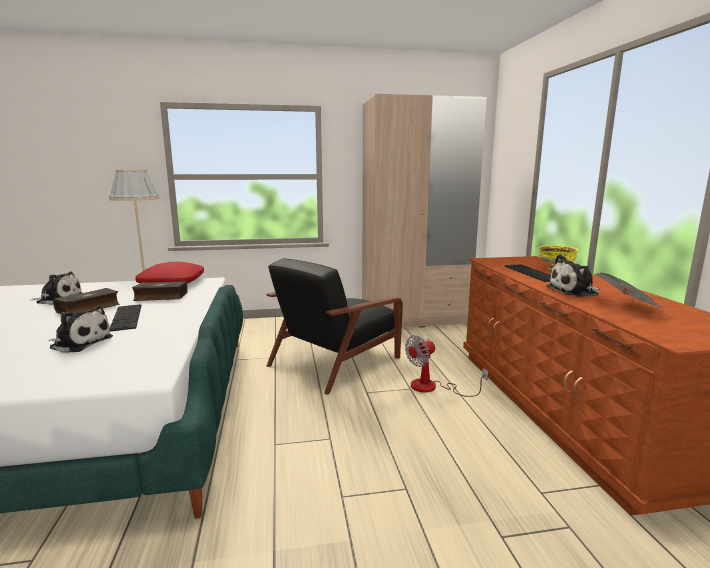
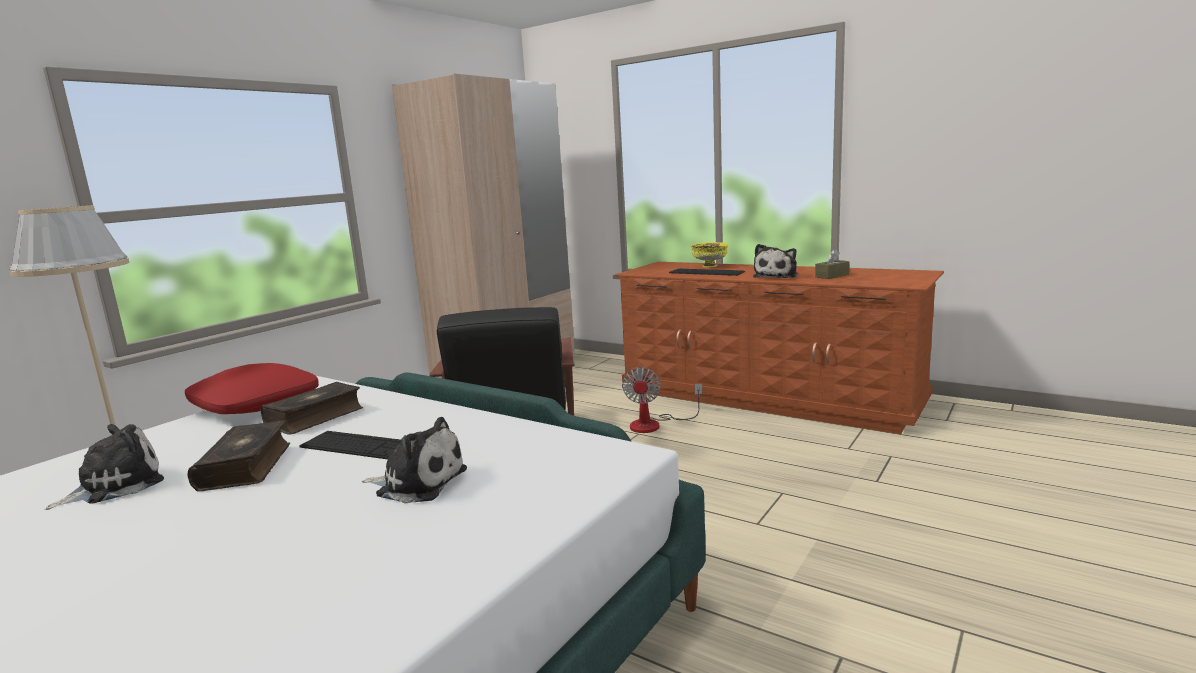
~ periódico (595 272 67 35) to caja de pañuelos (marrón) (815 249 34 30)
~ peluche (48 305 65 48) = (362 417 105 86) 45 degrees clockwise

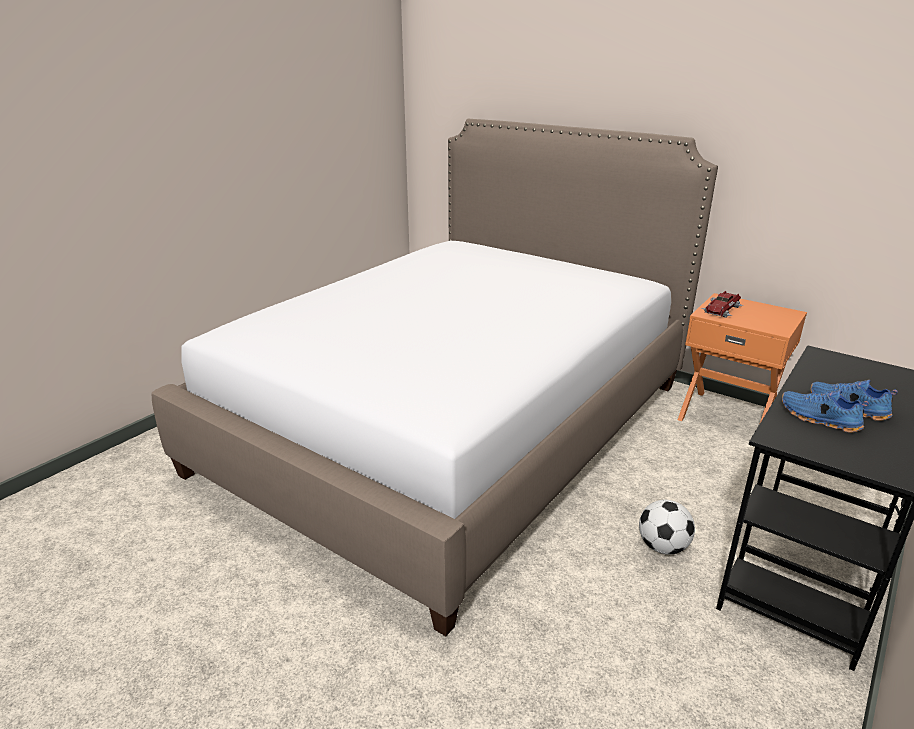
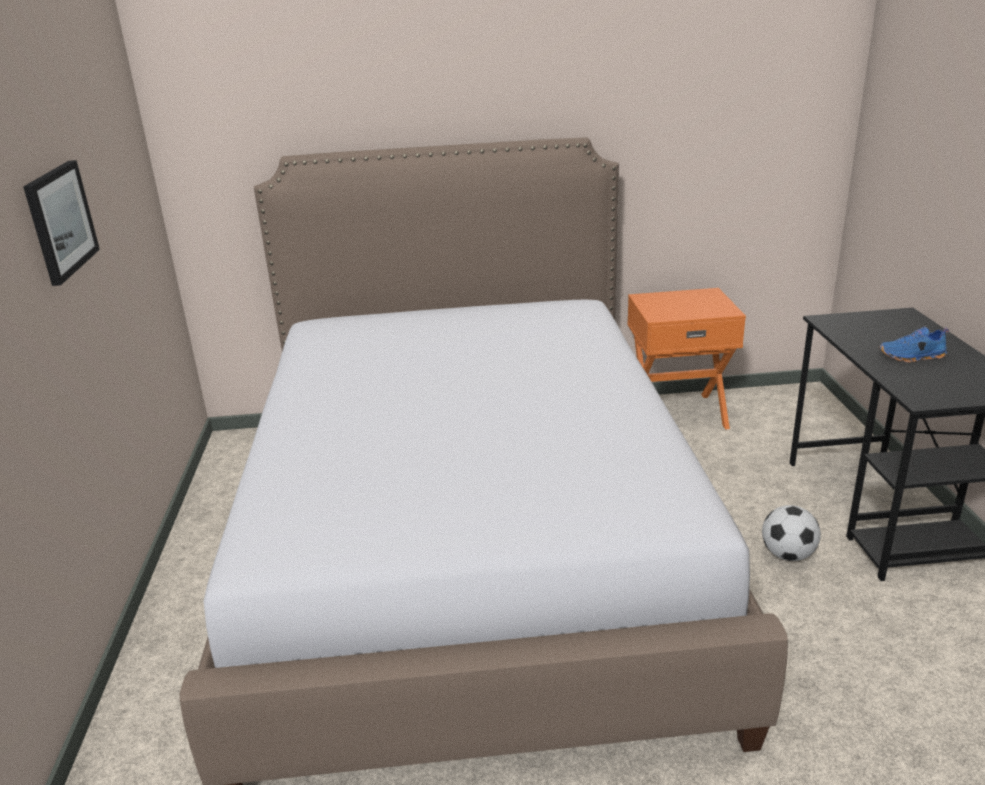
- coche de juguete (702 291 41 27)
- zapato (azul) (782 390 87 42)
+ cuadro (23 160 77 126)

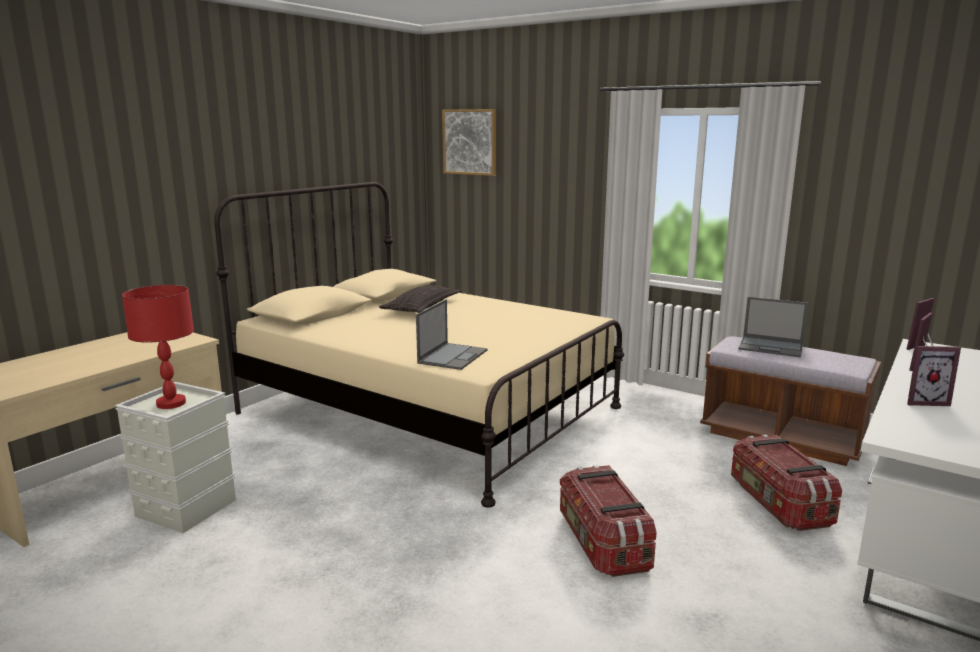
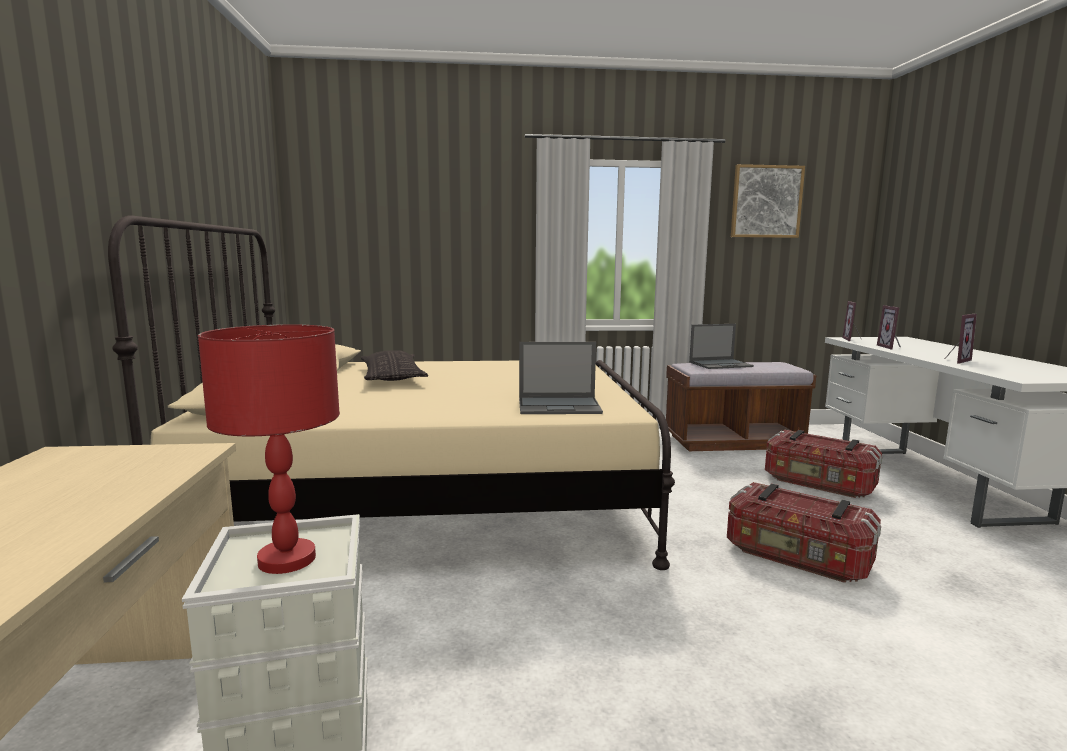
~ cuadro (442 109 54 67) to (731 164 74 74)
~ portátil (416 299 72 71) = (519 342 84 72) 105 degrees clockwise

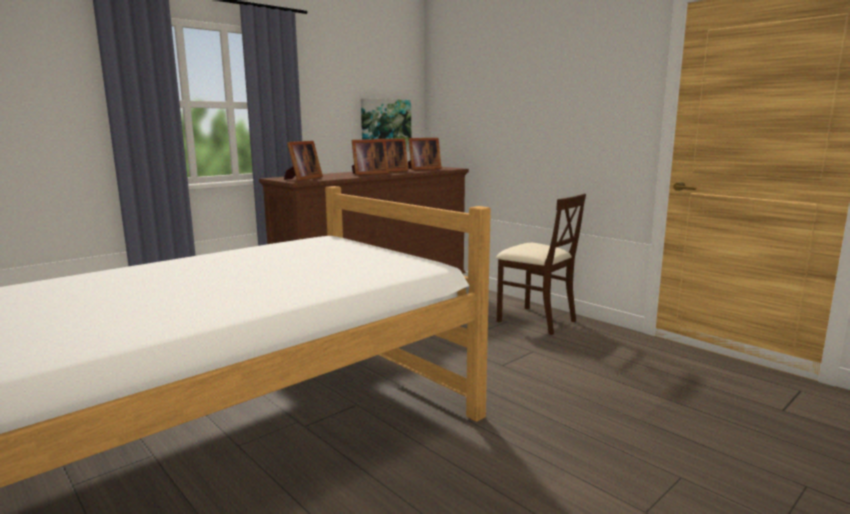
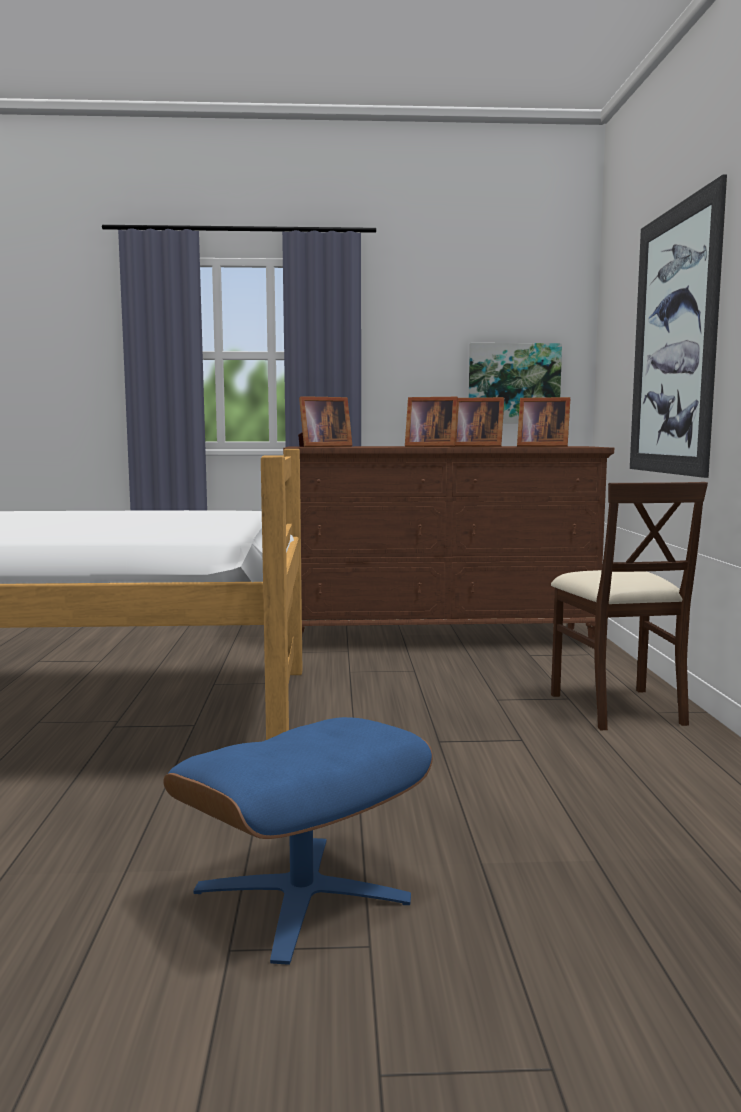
+ puf (azul) (163 717 270 248)
+ cuadro (630 174 97 304)

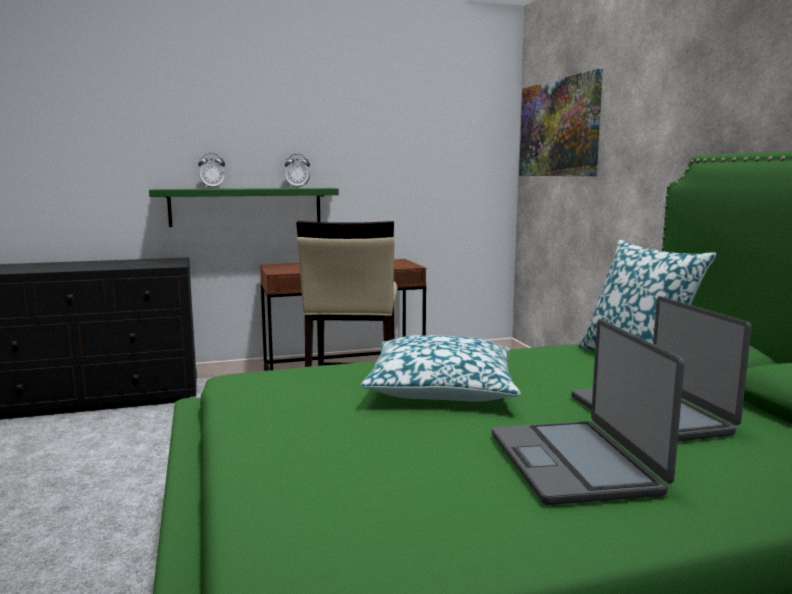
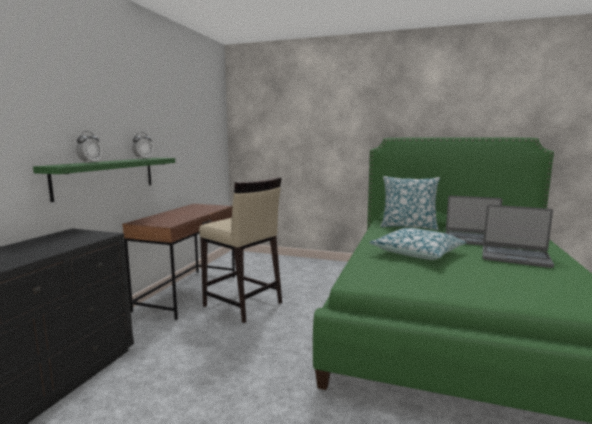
- cuadro (519 69 84 107)

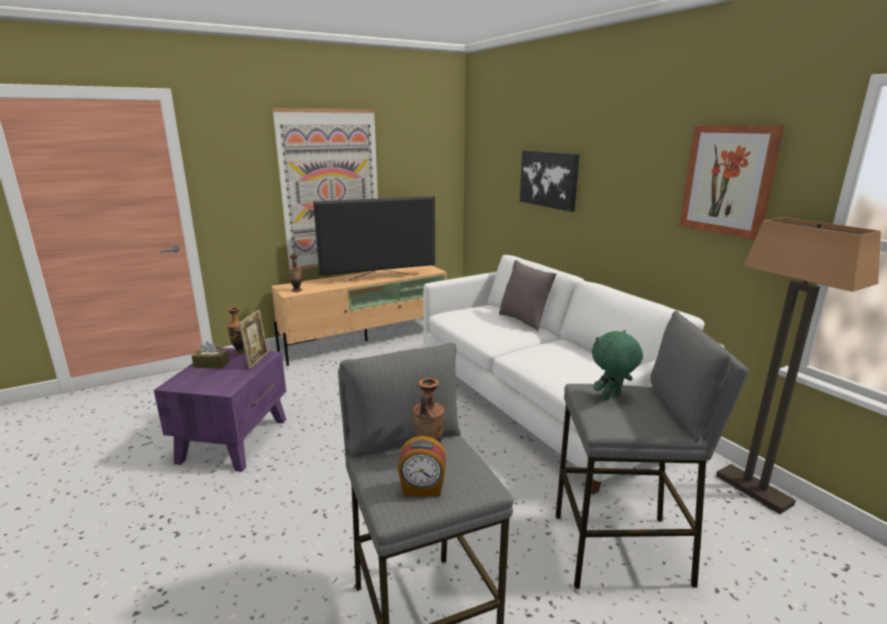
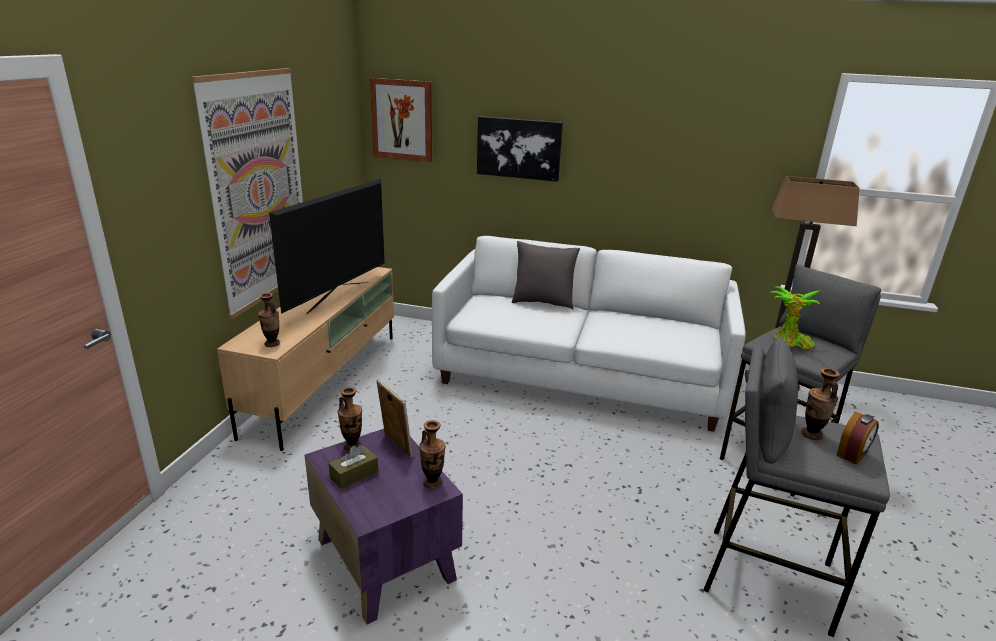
+ florero (419 420 27 69)
~ cuadro (679 125 105 115) to (370 78 62 84)
~ peluche (verde) (592 330 51 70) to planta en maceta (770 286 51 64)

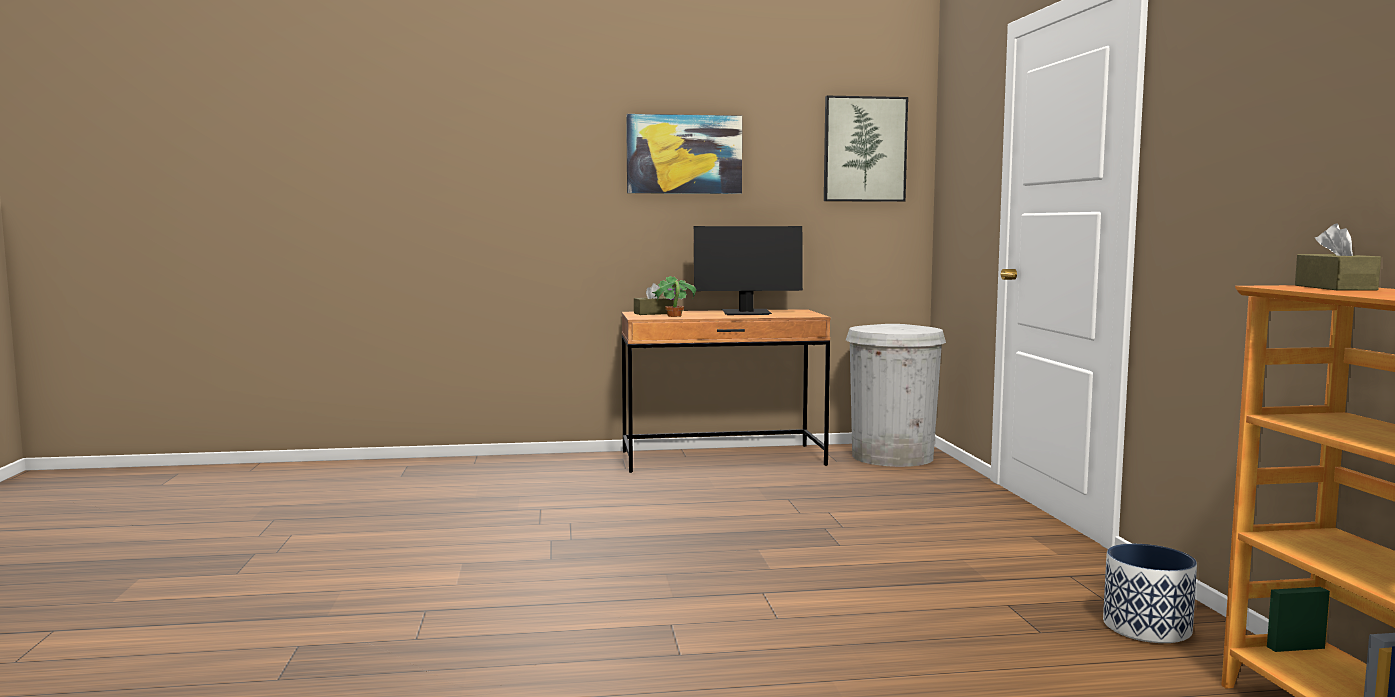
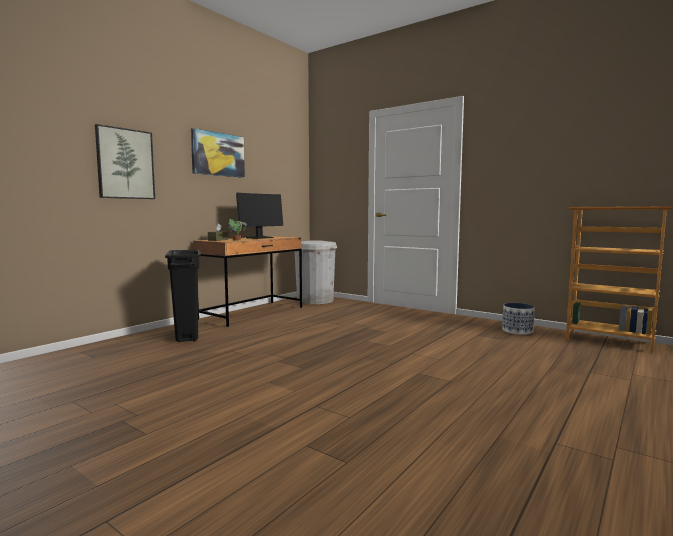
- caja de pañuelos (marrón) (1295 223 86 68)
+ papelera (negro) (165 250 36 92)
~ cuadro (824 96 84 106) to (95 124 60 75)

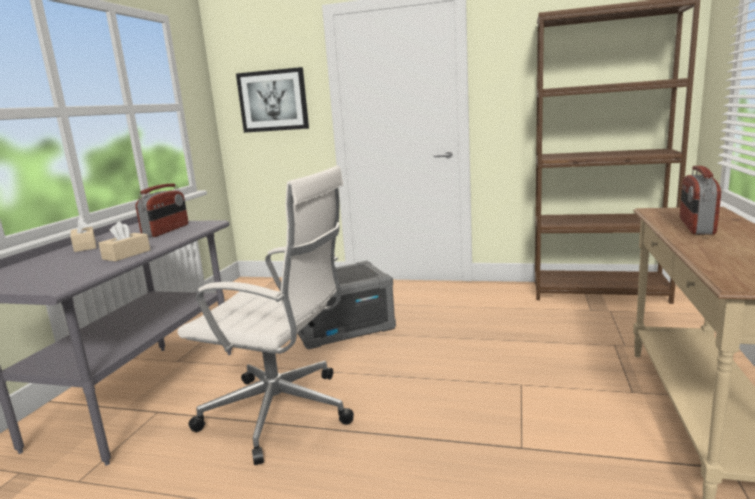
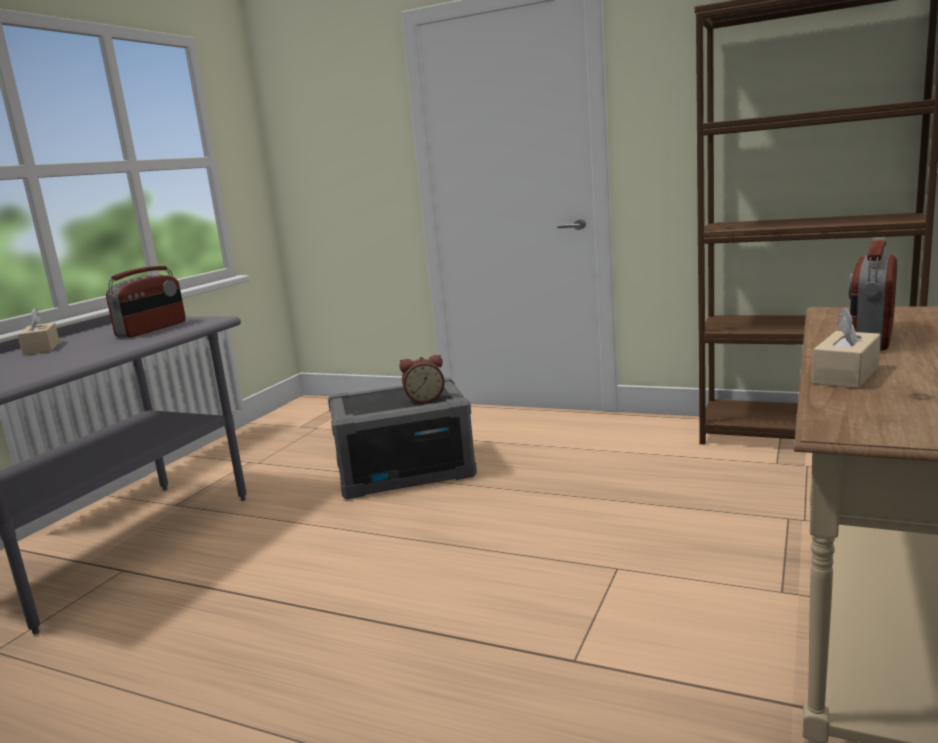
- silla de oficina (blanco) (177 166 177 299)
- cuadro (236 67 73 66)
+ despertador (400 355 45 49)
~ caja de pañuelos (beis) (99 221 51 40) to (812 307 69 82)

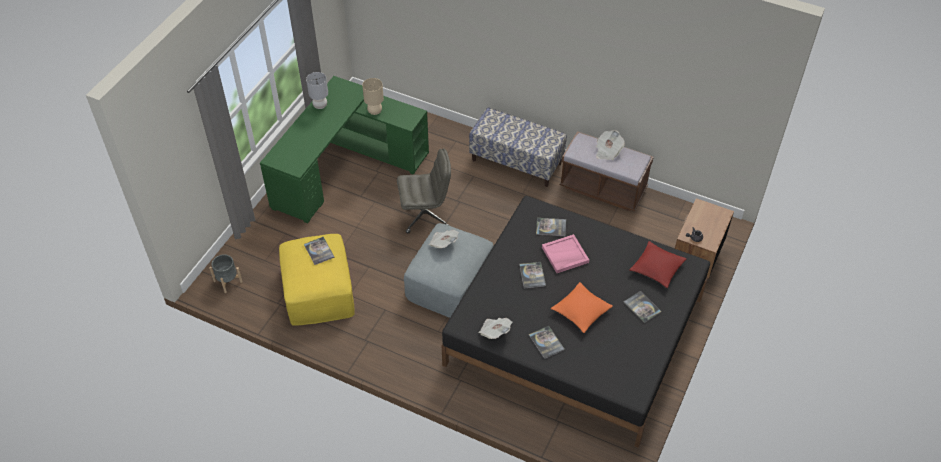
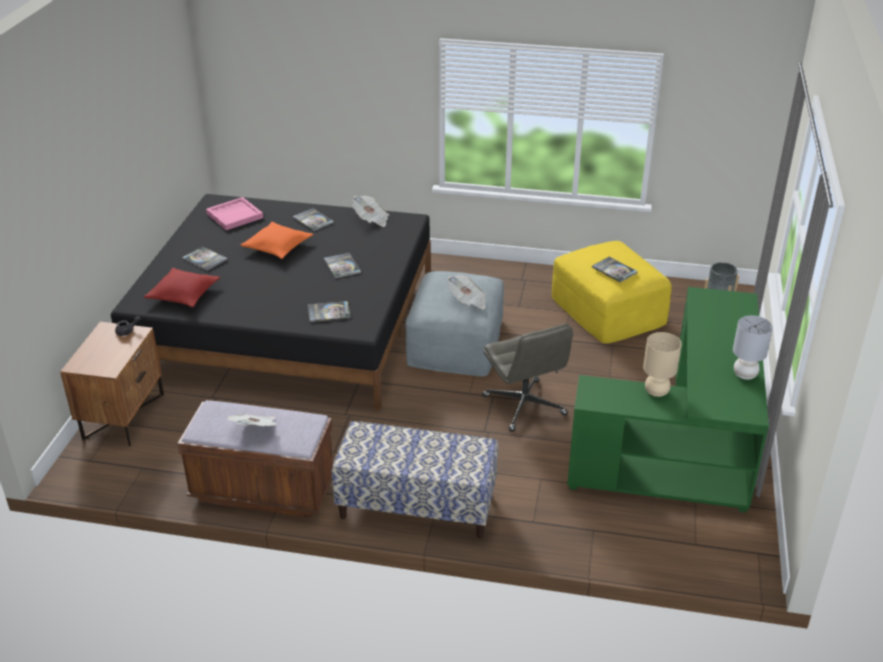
~ bandeja (rosa) (542 234 47 39) to (206 197 57 33)
~ silla de oficina (gris) (397 148 54 86) = (482 323 91 109) 90 degrees counterclockwise

